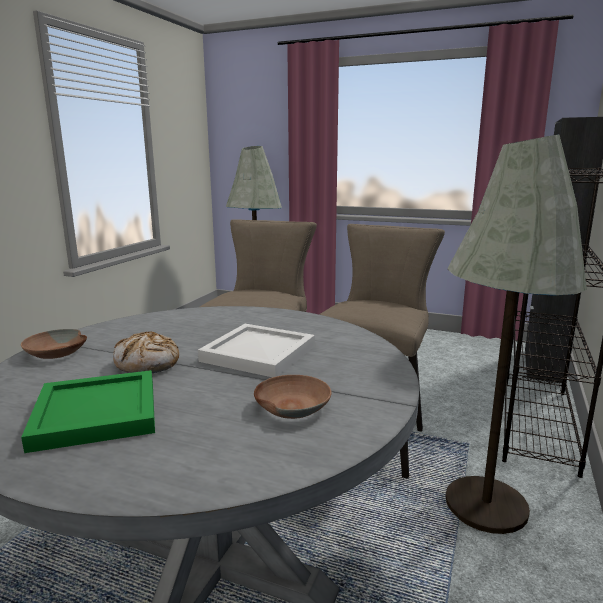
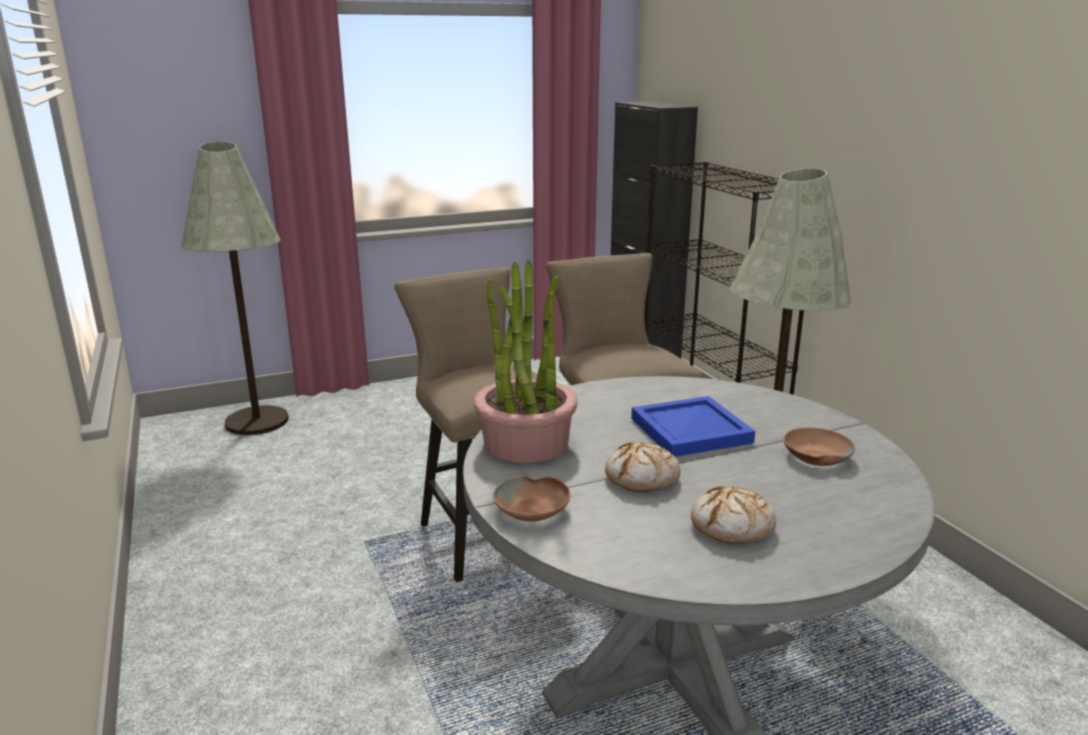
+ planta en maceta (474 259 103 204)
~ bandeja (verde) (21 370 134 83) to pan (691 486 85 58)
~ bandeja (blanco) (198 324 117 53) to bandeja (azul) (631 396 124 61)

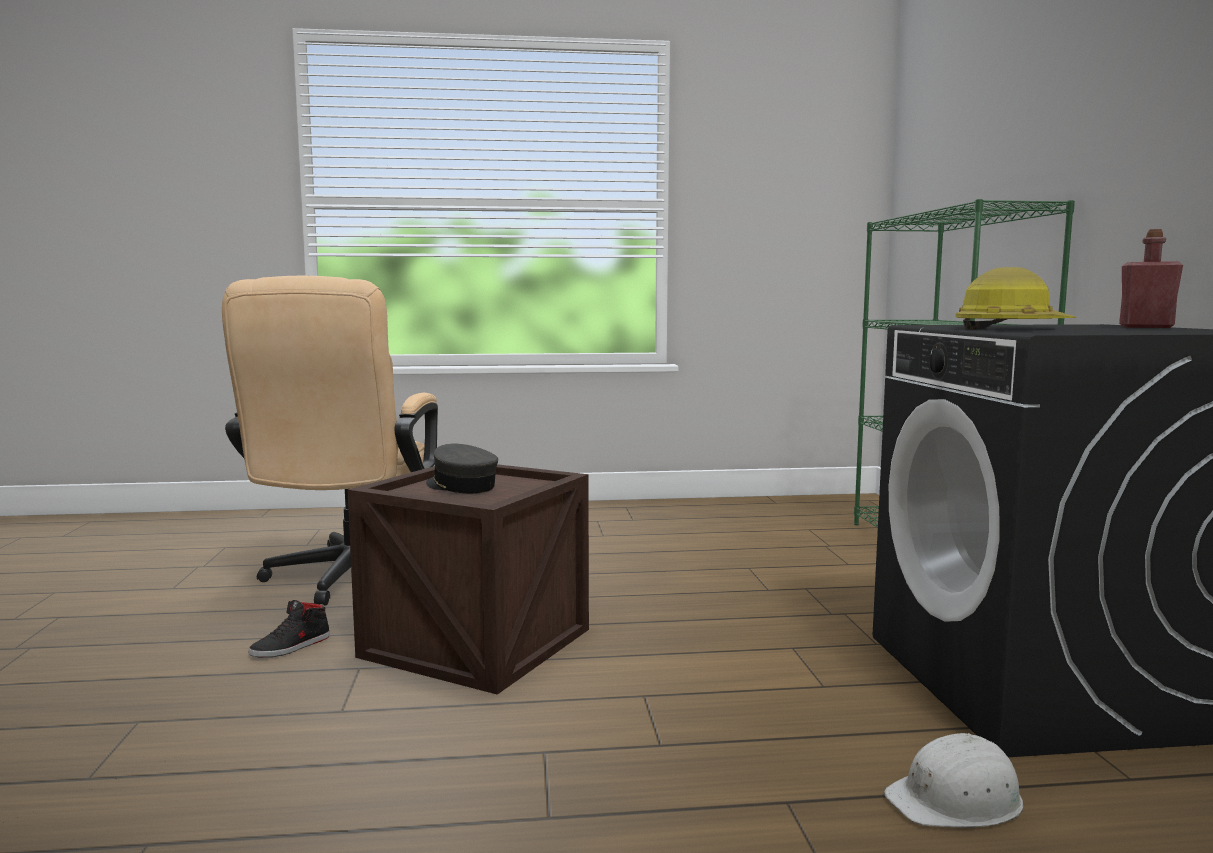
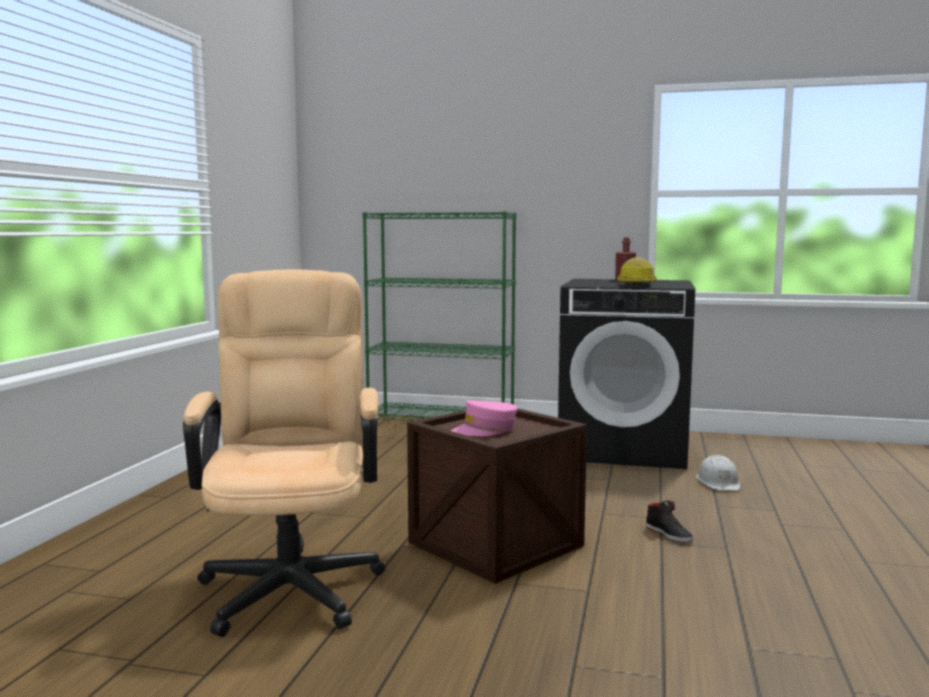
~ zapato (negro) (249 600 81 57) to (646 500 47 42)
~ gorra (gris) (426 444 72 49) to gorra (rosa) (451 400 67 36)
~ silla de oficina (beis) (222 276 216 329) = (183 270 202 367) 120 degrees counterclockwise

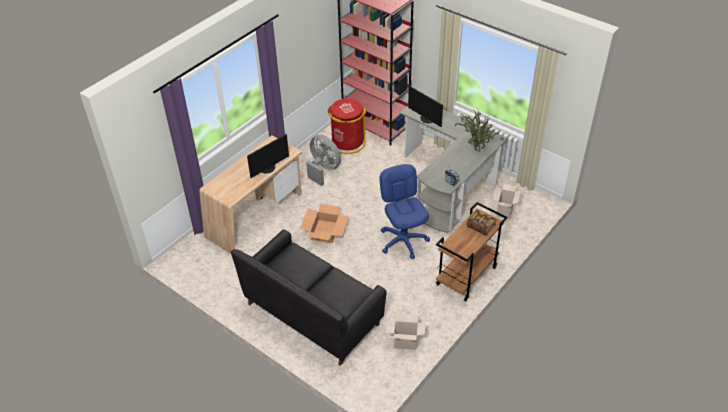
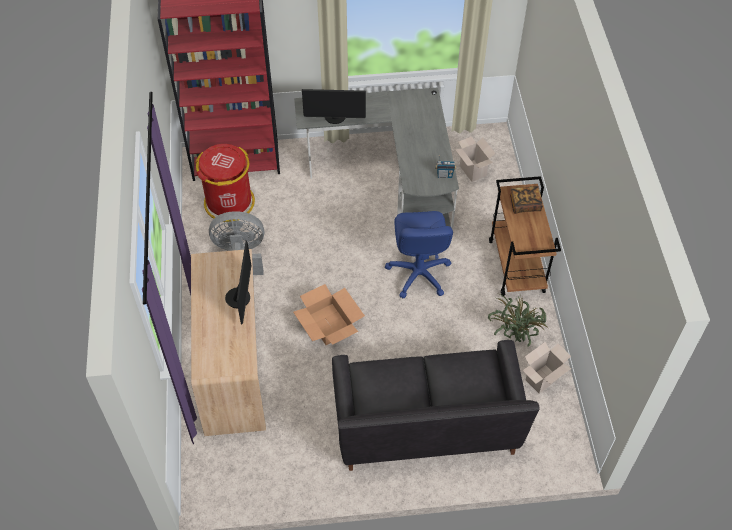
~ planta en maceta (455 109 44 43) to (488 295 61 52)
~ silla de oficina (azul) (379 164 51 95) = (385 211 68 87) 120 degrees counterclockwise

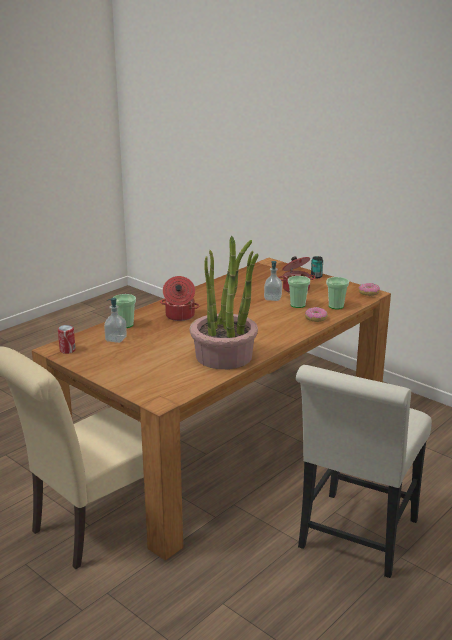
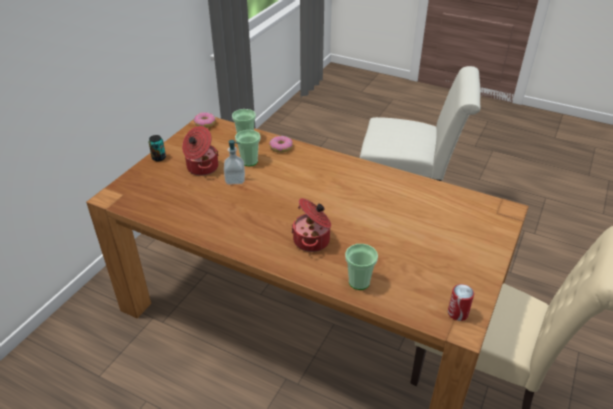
- dispensador de jabón (104 298 23 45)
- planta en maceta (190 236 68 133)

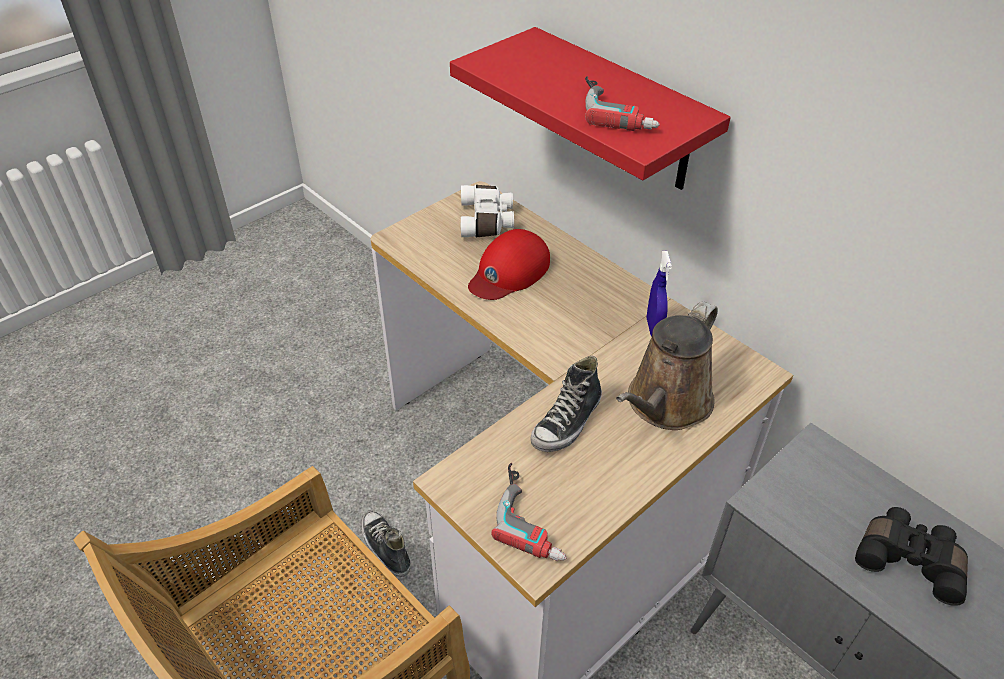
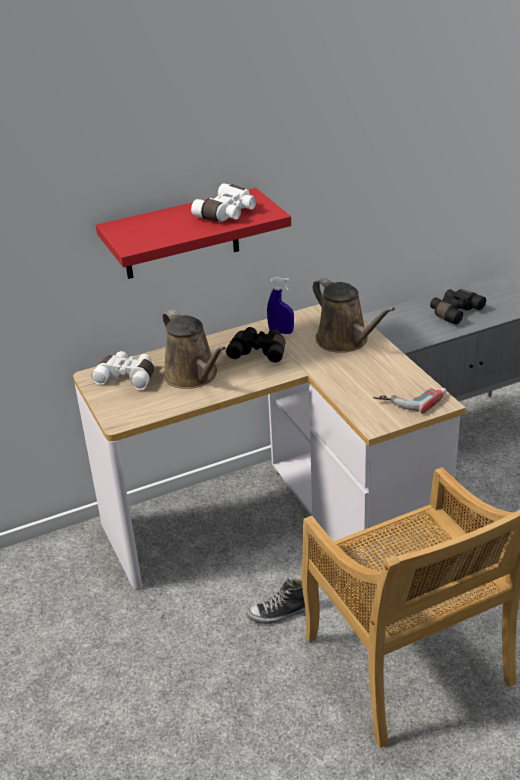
- zapato (530 356 72 96)
+ prismáticos (negro) (226 327 59 36)
~ gorra (rojo) (468 229 82 71) to regadera (marrón) (162 310 64 79)
~ taladro (585 76 75 55) to prismáticos (blanco) (191 183 65 39)

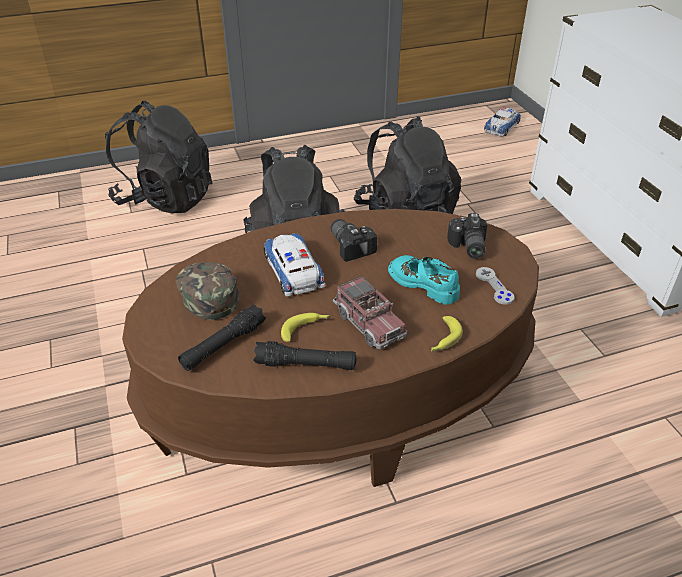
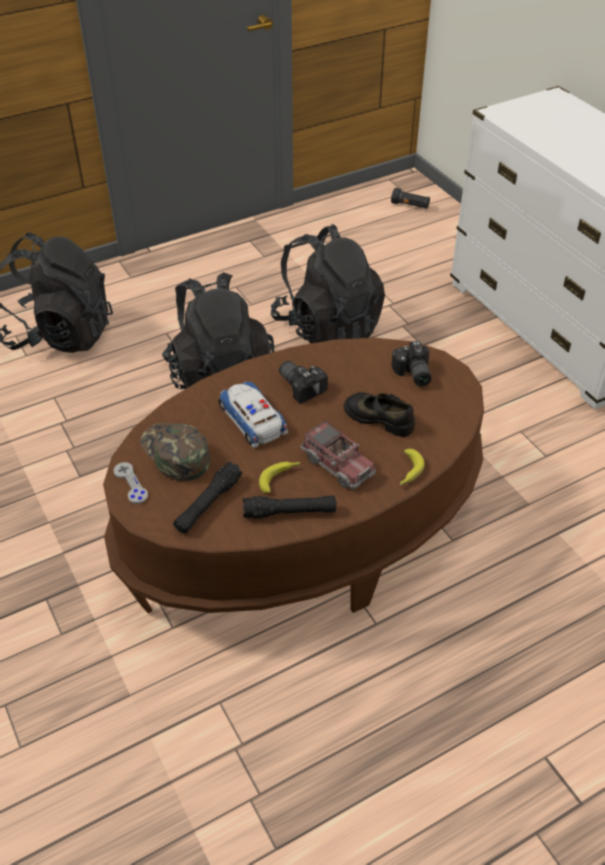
~ mando de consola (gris) (476 267 39 38) to (113 462 35 42)
~ coche de juguete (484 107 37 30) to linterna (negro) (391 188 39 21)
~ zapato (turquesa) (388 255 72 50) to zapato (negro) (344 392 71 45)

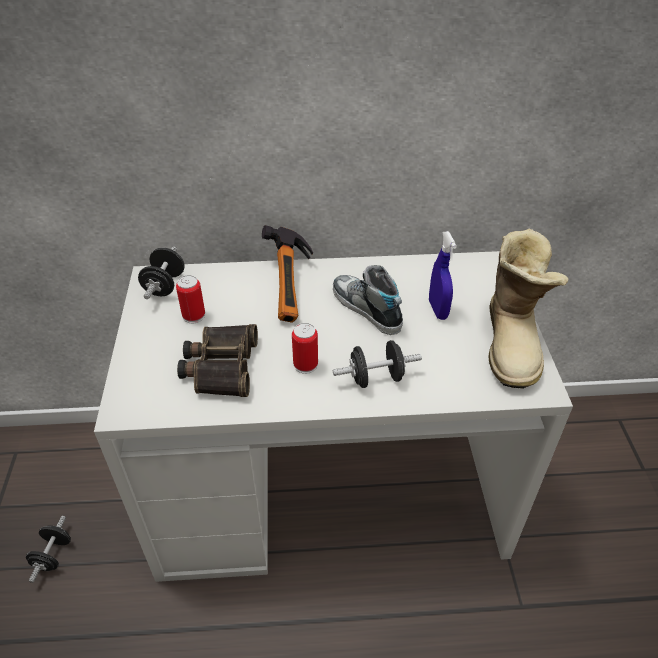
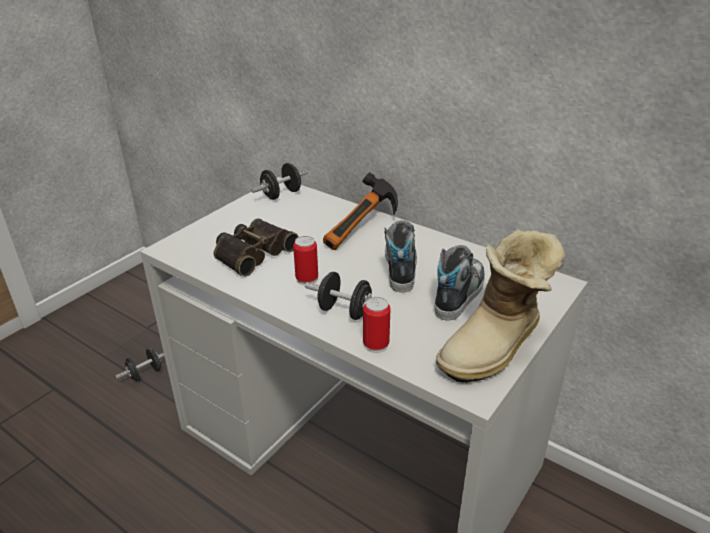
~ lata (176 275 29 48) to (363 297 27 56)
~ pulverizador (azul) (429 231 28 89) to zapato (434 245 51 76)

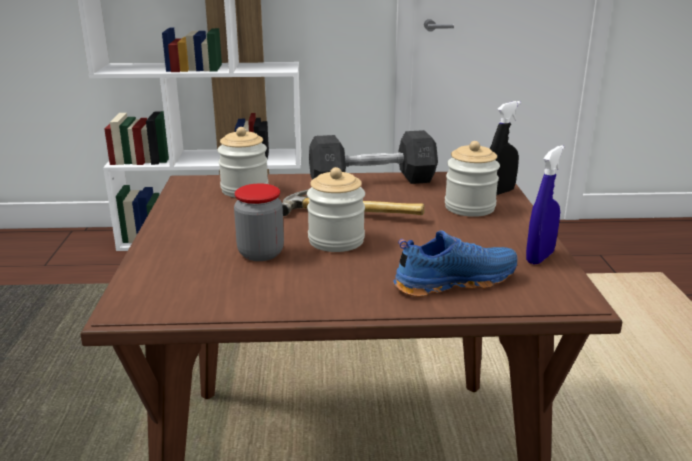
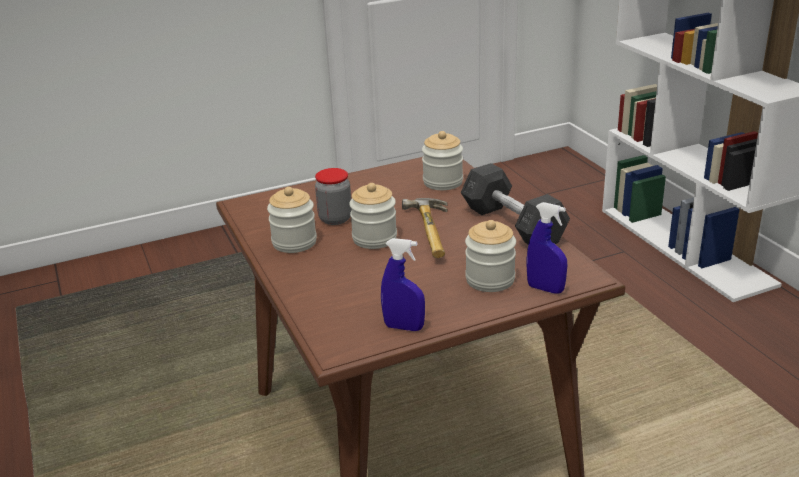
- zapato (azul) (393 230 125 67)
+ tarro (267 187 50 66)
~ pulverizador (negro) (490 101 31 94) to pulverizador (azul) (526 202 41 92)

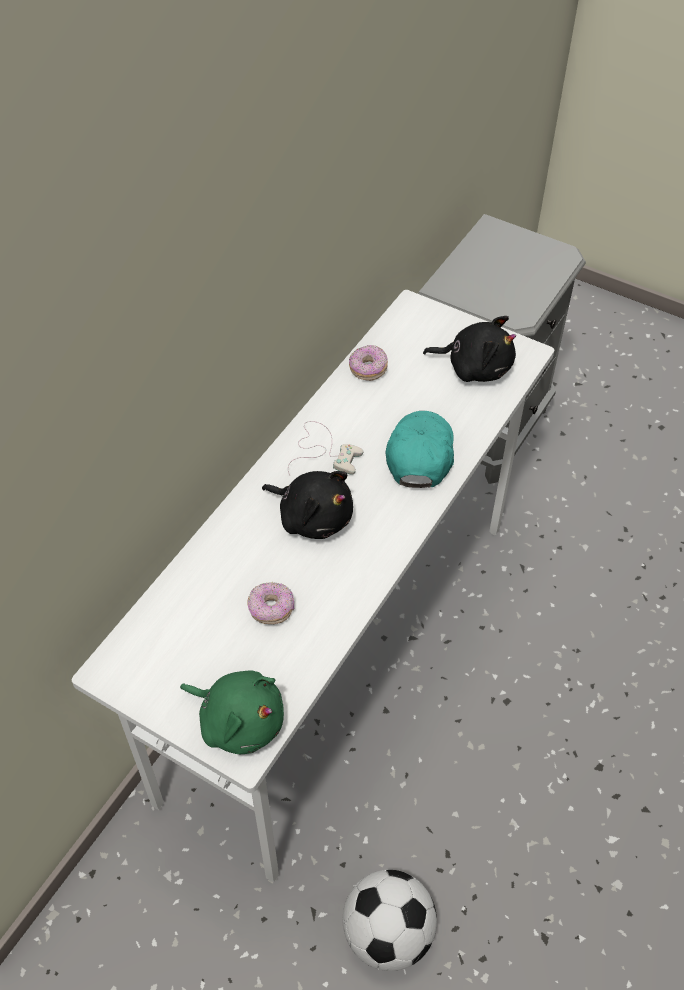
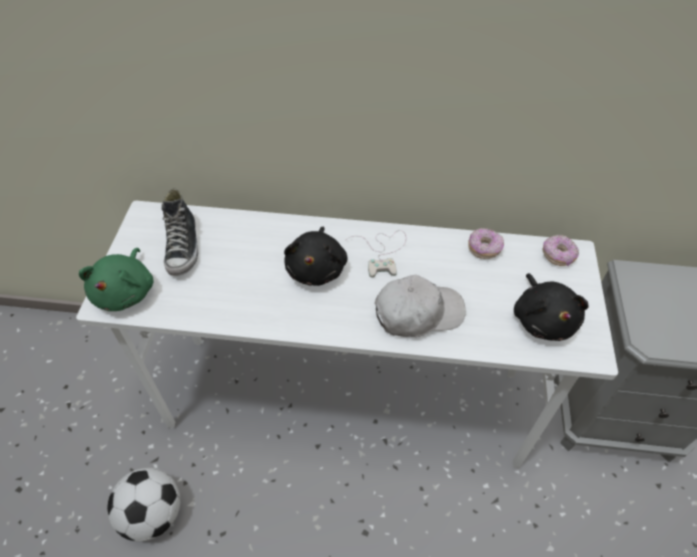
+ zapato (161 188 37 88)
~ rosquilla (247 582 47 42) to (542 234 37 32)
~ gorra (turquesa) (386 411 68 77) to gorra (blanco) (375 275 91 62)

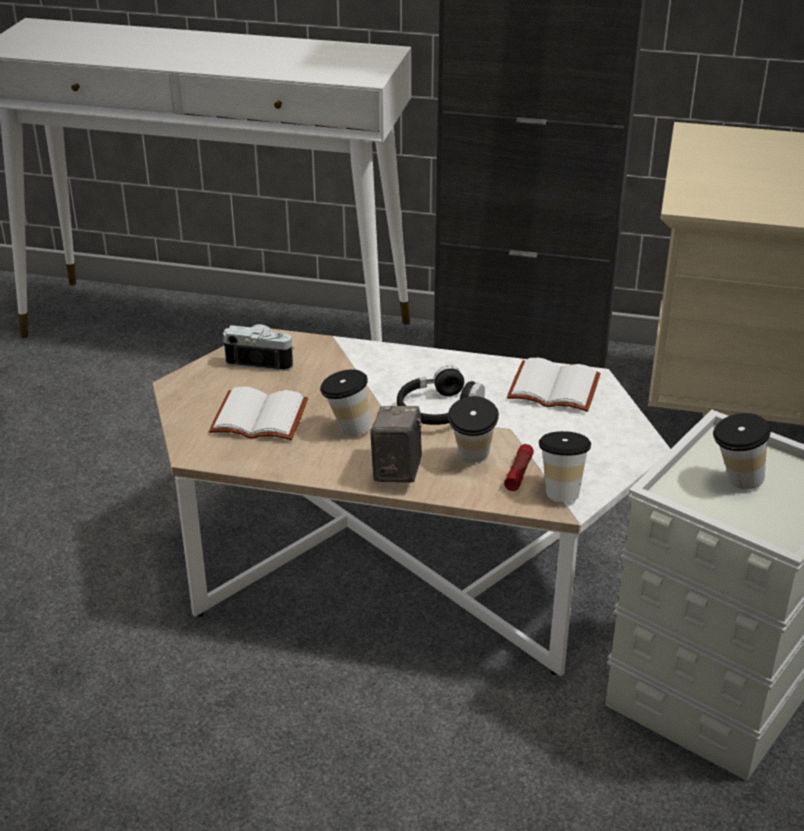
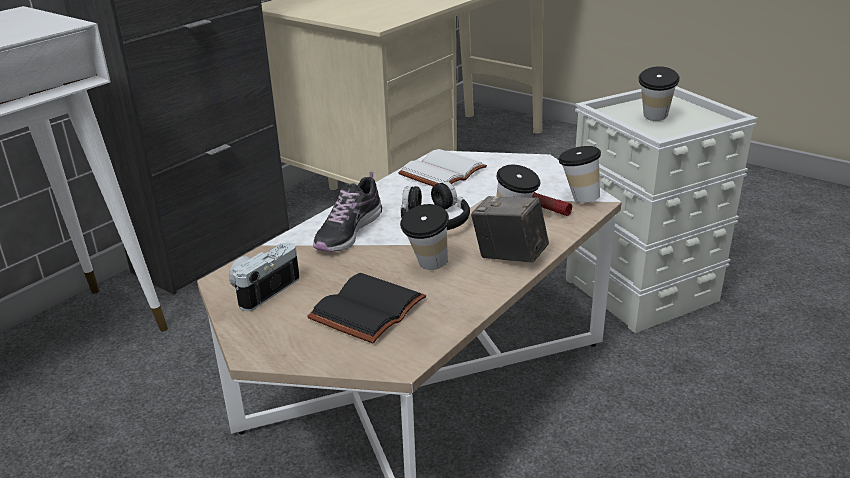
+ zapato (313 171 69 80)
~ libro (blanco) (209 386 99 54) to libro (negro) (307 273 119 70)

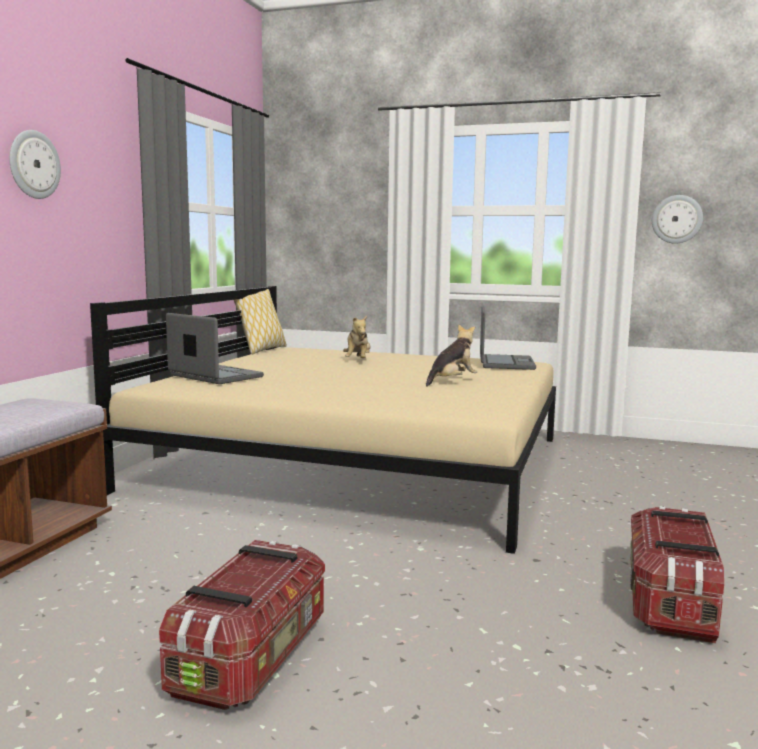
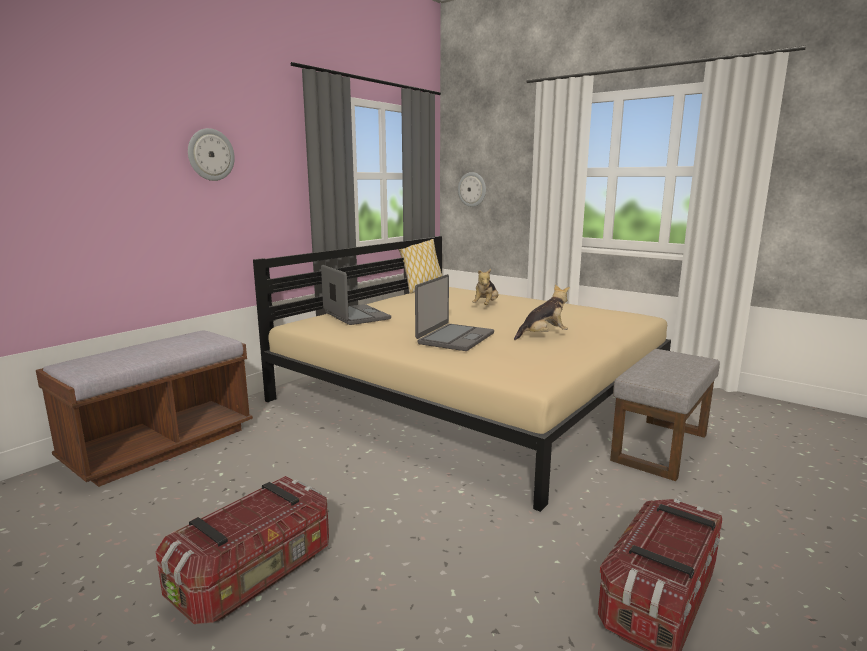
+ puf (gris) (610 349 110 132)
~ portátil (480 306 56 64) to (415 274 79 77)
~ reloj de pared (652 195 51 49) to (458 172 28 35)

